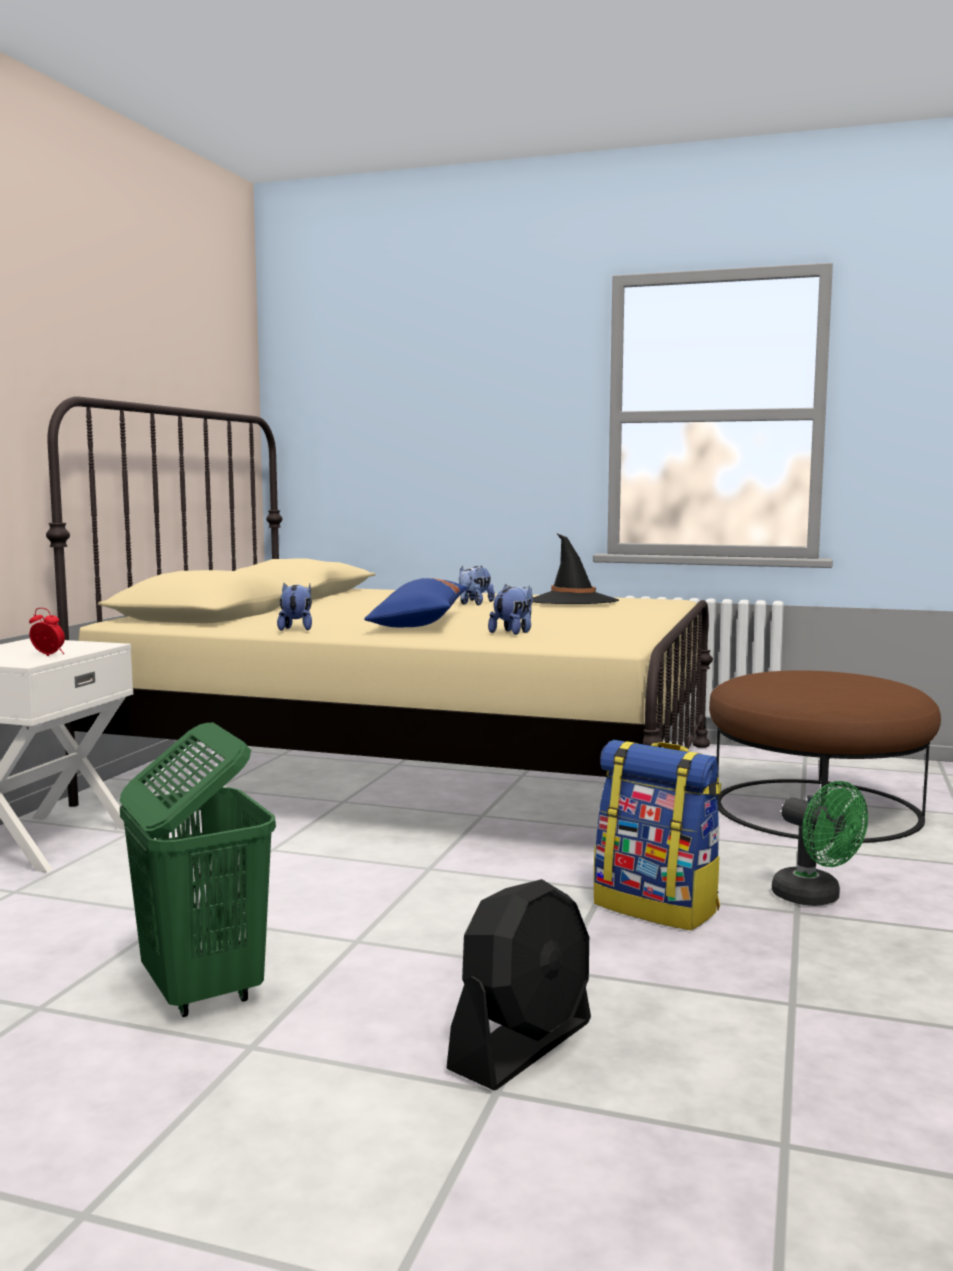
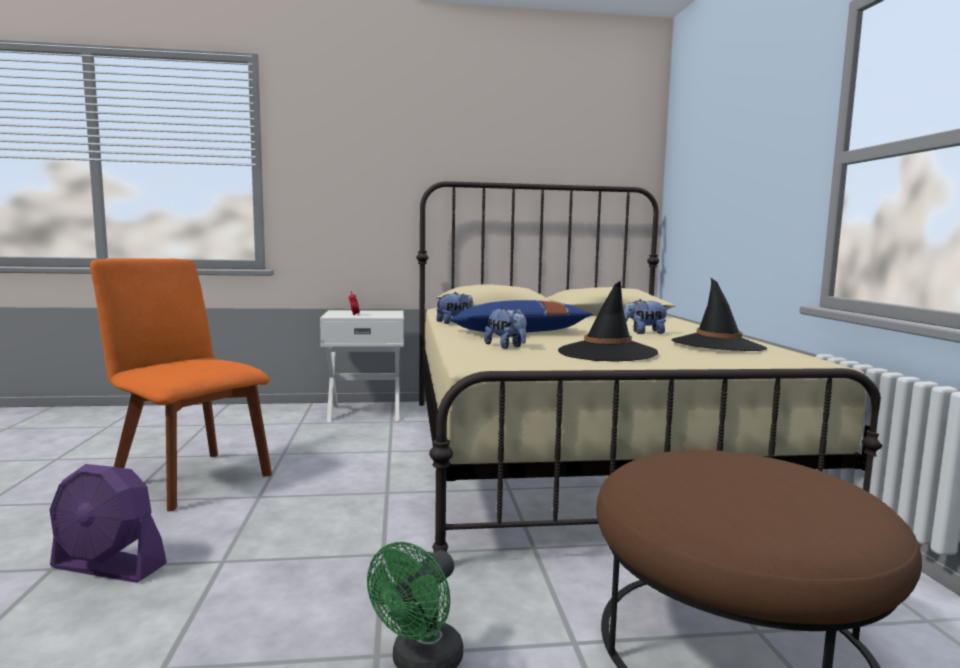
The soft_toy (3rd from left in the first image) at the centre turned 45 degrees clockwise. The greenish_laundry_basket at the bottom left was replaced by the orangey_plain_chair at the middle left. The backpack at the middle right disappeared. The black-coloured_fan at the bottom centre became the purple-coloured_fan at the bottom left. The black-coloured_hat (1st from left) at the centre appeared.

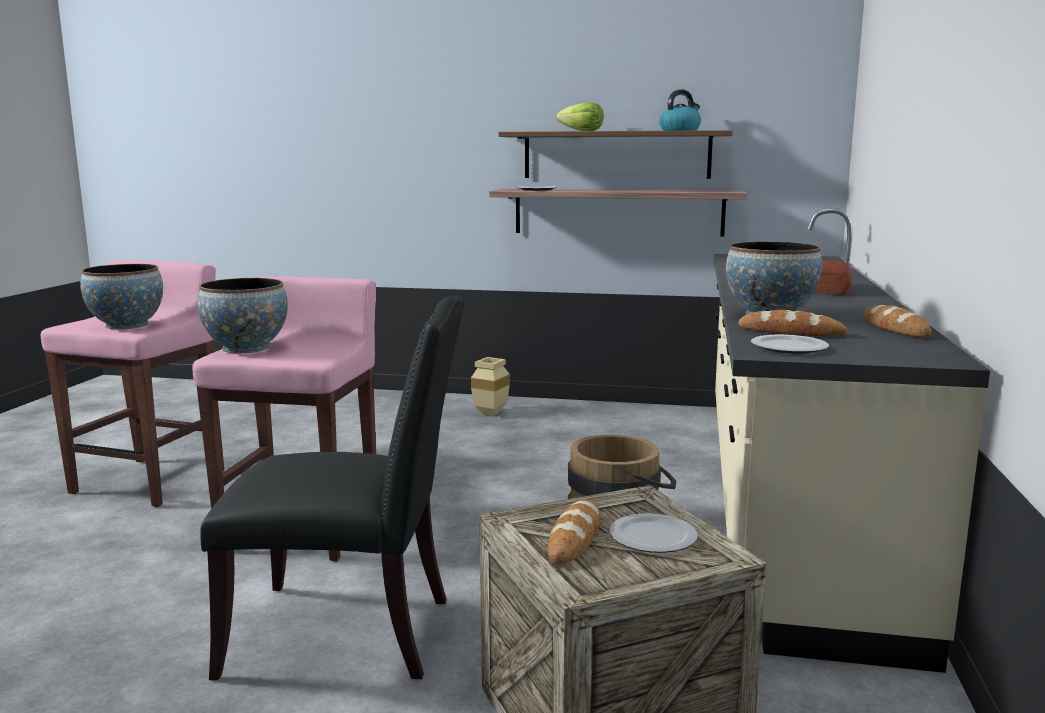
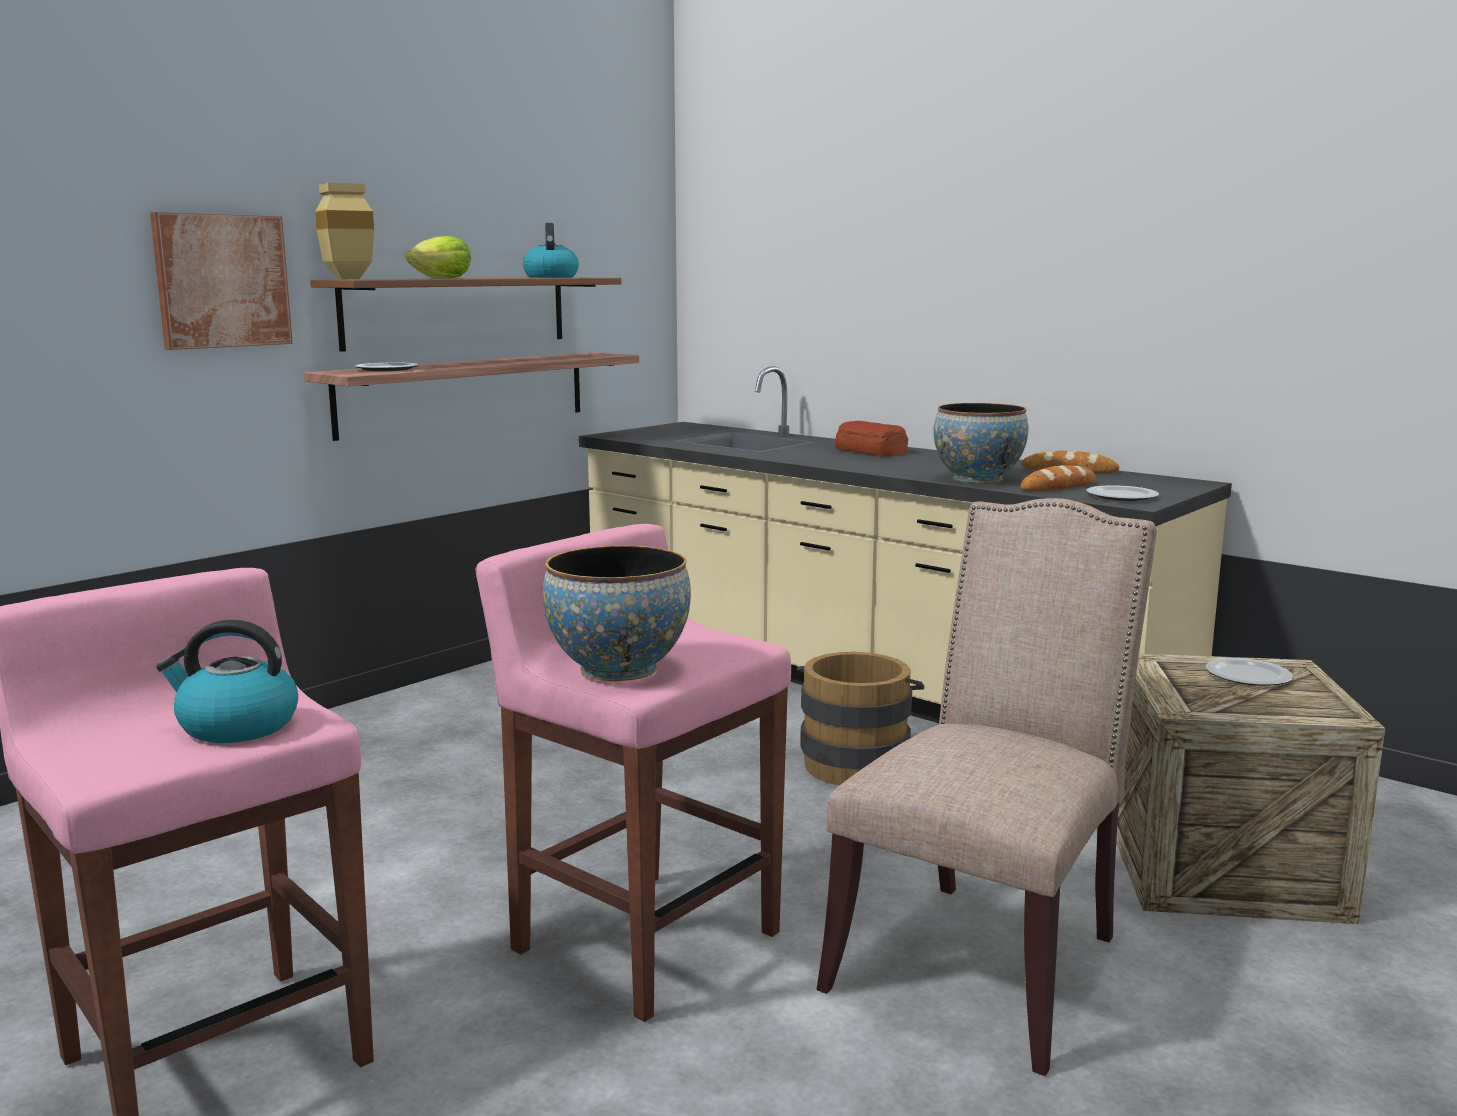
The bowl (1st from left) at the middle left was replaced by the tea_kettle (1st from left) at the middle left. The black-coloured_plain_chair at the bottom left became the beige_plain_chair at the bottom right. The beige_vase moved from the centre to the top left. The bread (1st from left) at the bottom centre disappeared. The picture at the top left appeared.

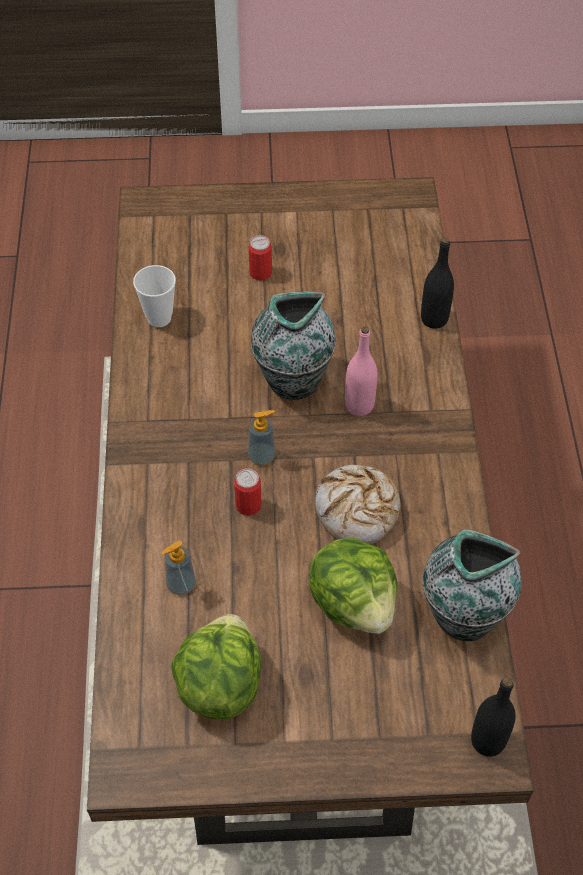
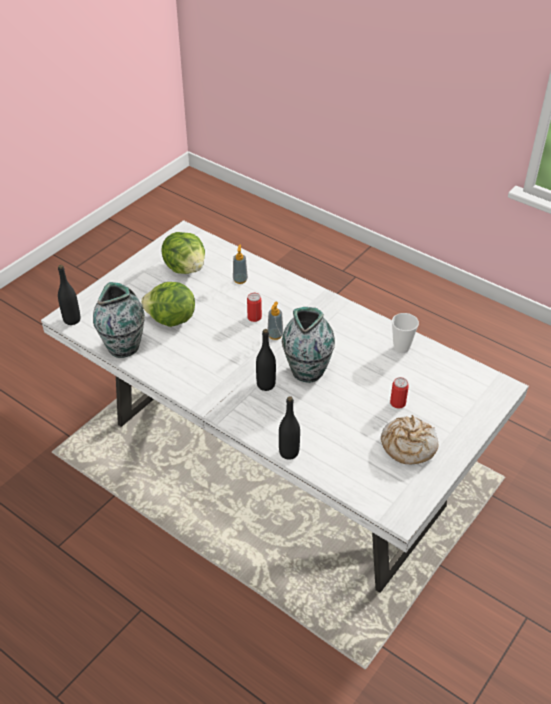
The brown_dinner_table at the centre became the white-coloured_dinner_table at the centre. The pink_beverage_bottle at the centre became the black-coloured_beverage_bottle (2nd from left) at the centre. The bread moved from the centre to the middle right.

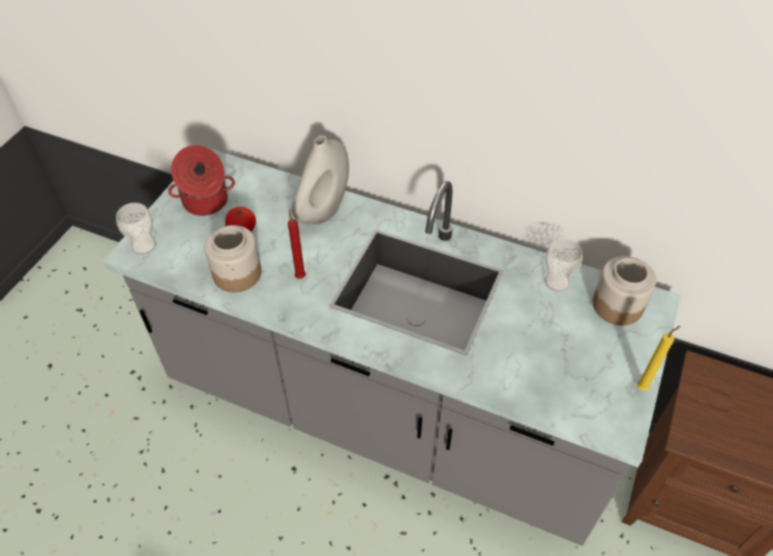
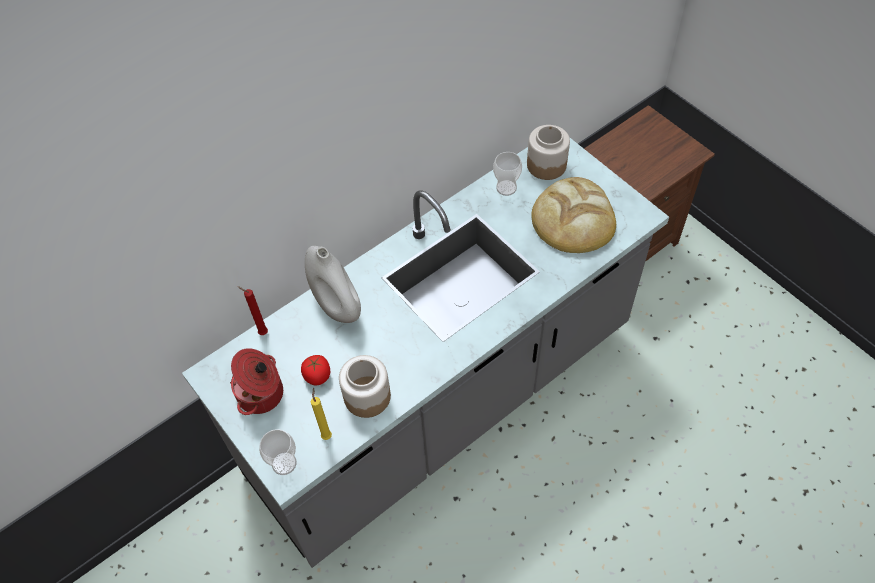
The red_candle moved from the centre to the middle left. The yellow_candle moved from the middle right to the bottom centre. The bread at the centre appeared.

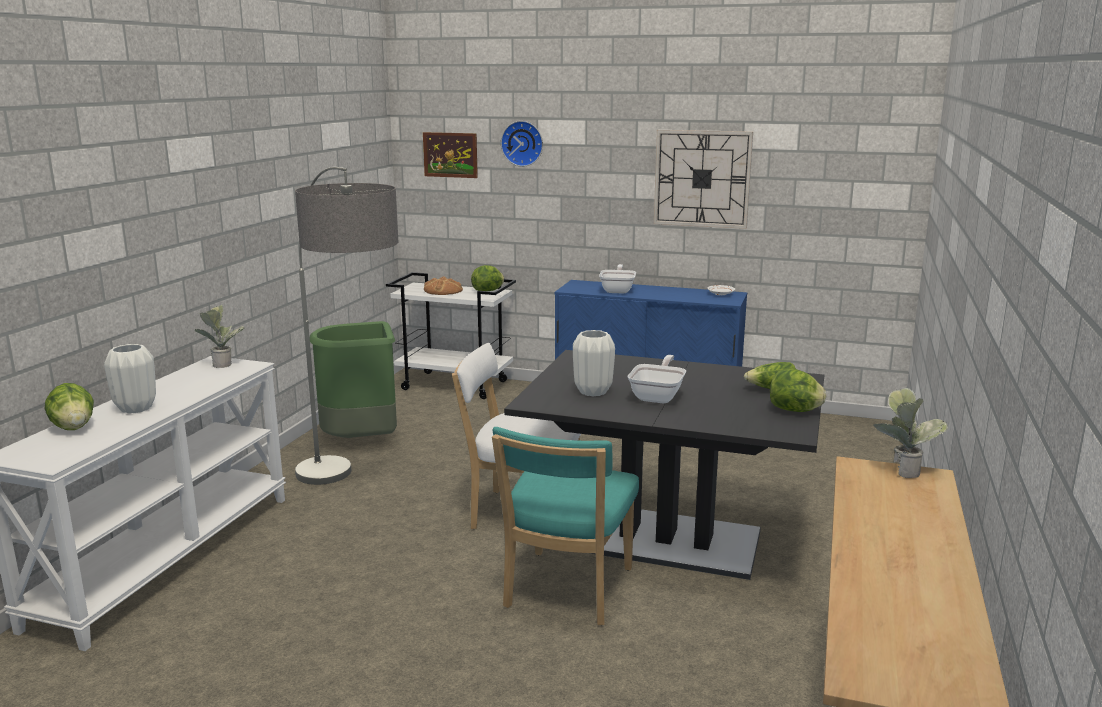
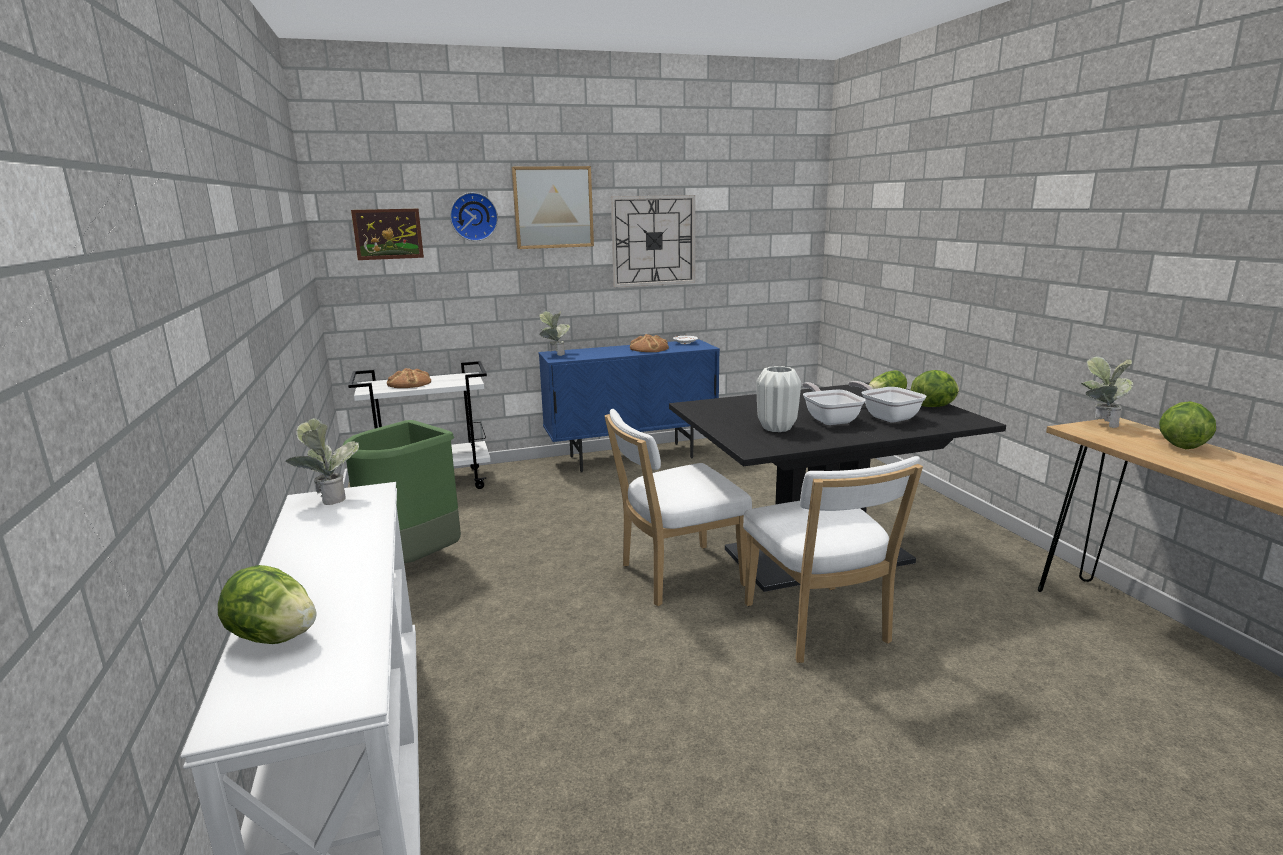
The standard_lamp at the middle left disappeared. The frying_pan (1st from left in the first image) moved from the centre to the middle right. The lettuce (2nd from left in the first image) moved from the centre to the middle right. The white-coloured_vase (1st from left) at the middle left disappeared. The turquoise-coloured_plain_chair at the bottom centre became the white-coloured_plain_chair (2nd from left) at the centre. The picture (2nd from left) at the top centre appeared. The potted_plant (2nd from left) at the centre appeared. The bread (2nd from left) at the centre appeared.

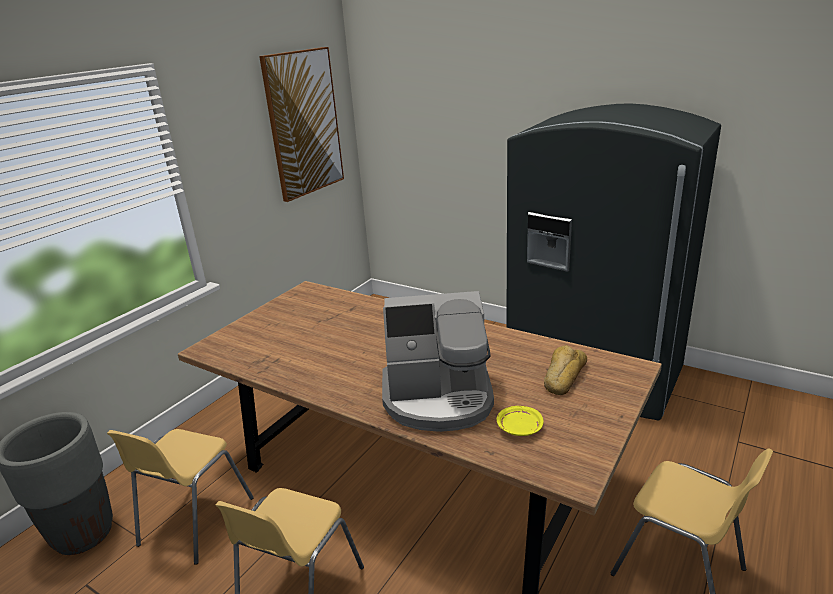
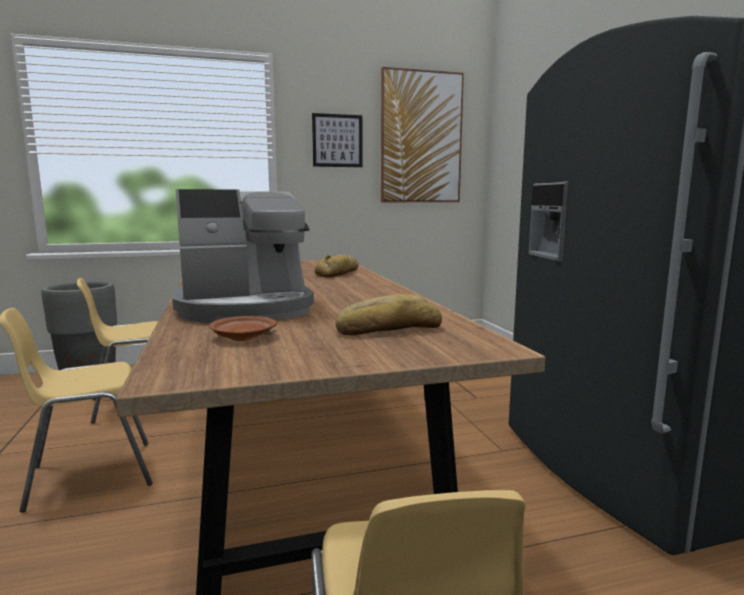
The coffee_brewer at the centre turned 60 degrees counterclockwise. The yellow_plate at the bottom centre became the brown_plate at the middle left. The picture (1st from left) at the top centre appeared. The bread (1st from left) at the centre appeared.

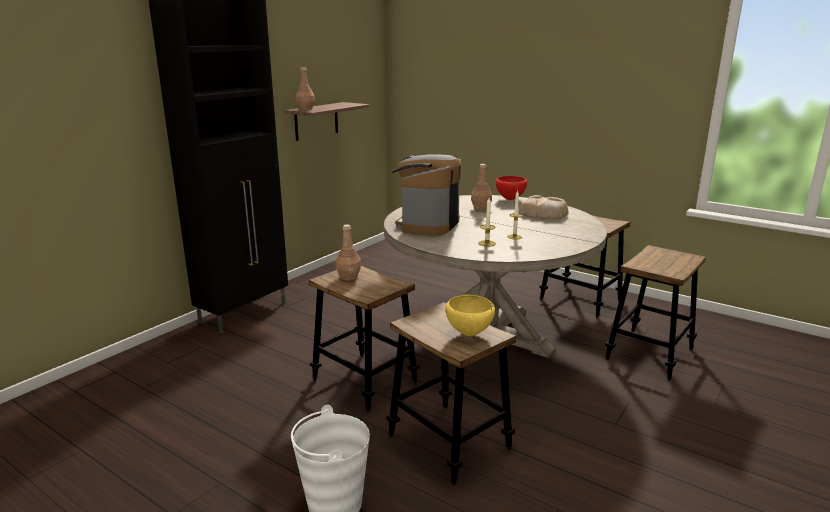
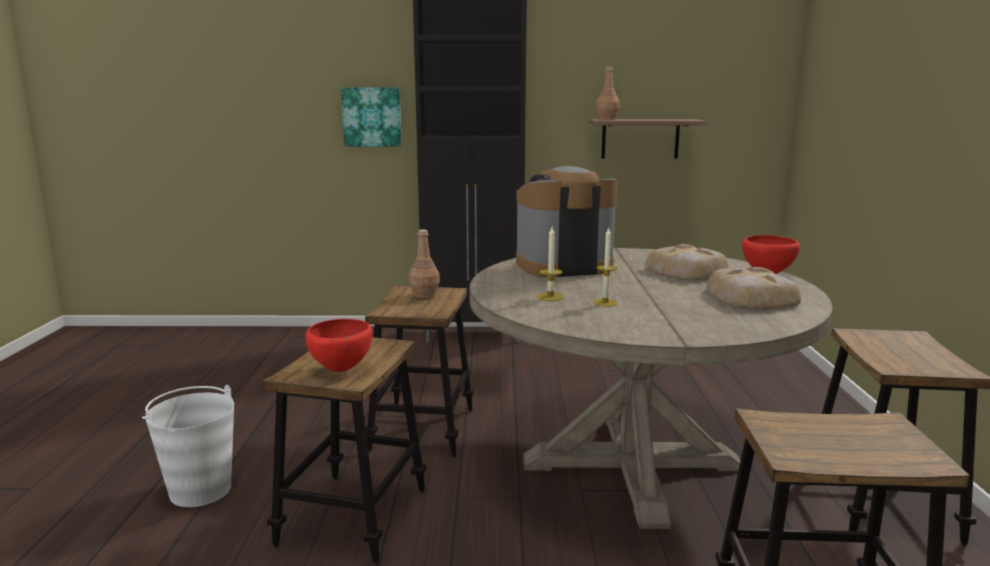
The brown_beverage_bottle (3rd from left) at the centre was replaced by the bread (1st from left) at the middle right. The yellow_bowl at the centre became the red_bowl (1st from left) at the centre. The picture at the top centre appeared.

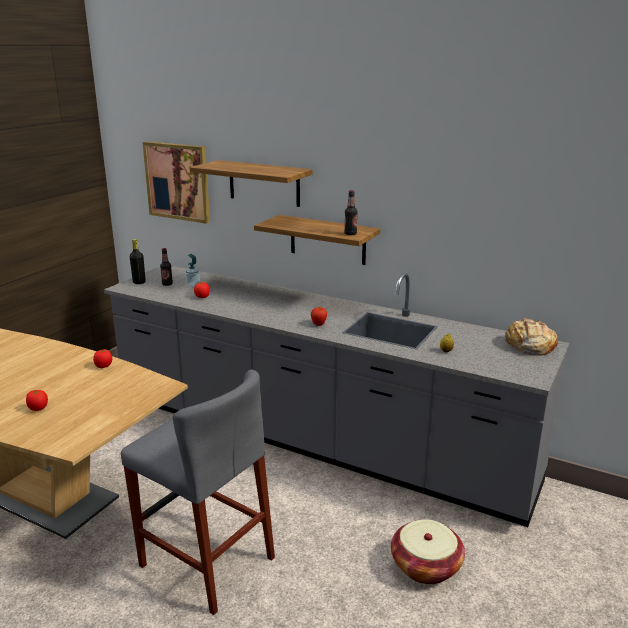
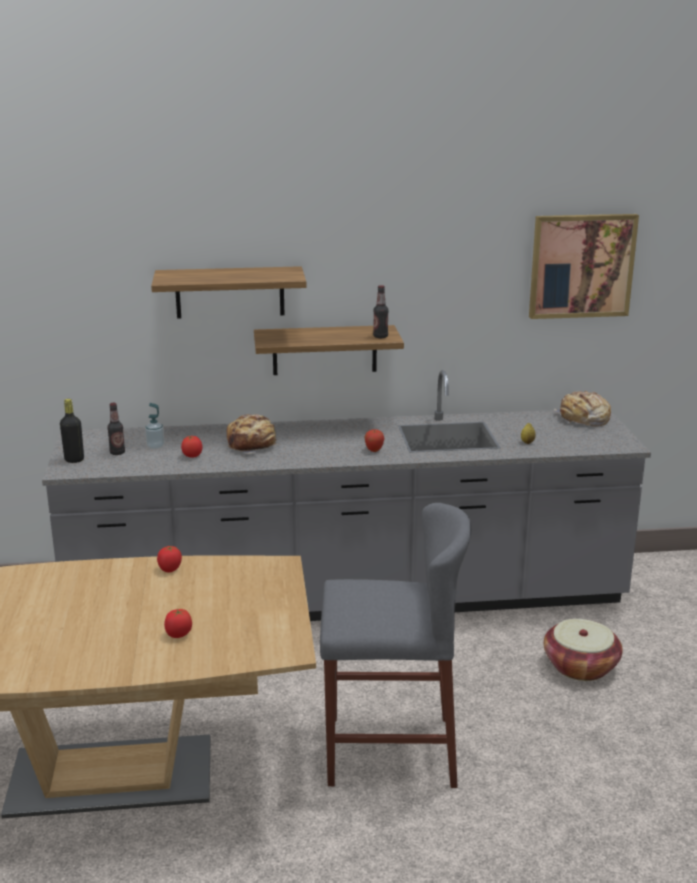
The picture moved from the top left to the top right. The bread (1st from left) at the centre appeared.

